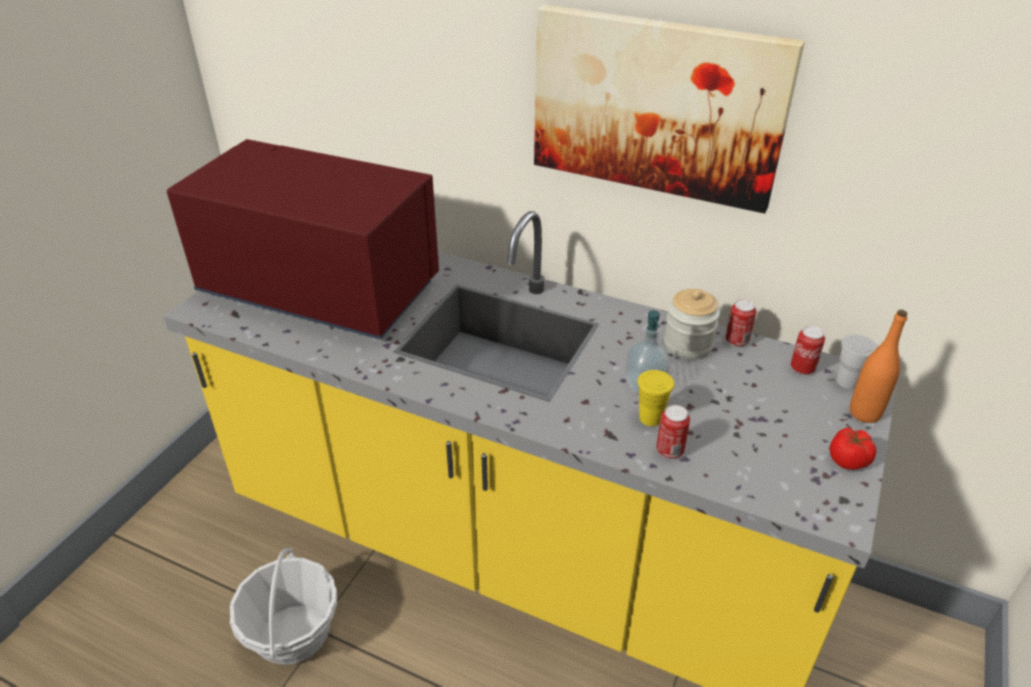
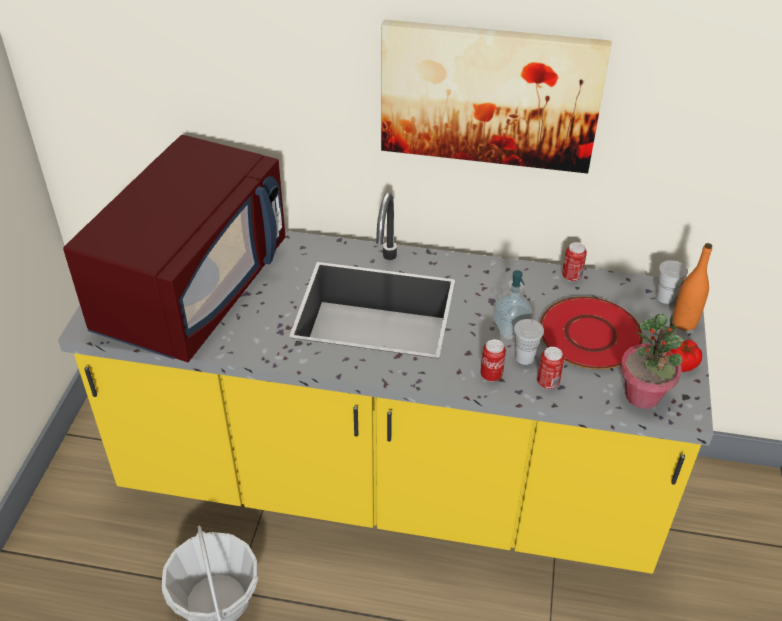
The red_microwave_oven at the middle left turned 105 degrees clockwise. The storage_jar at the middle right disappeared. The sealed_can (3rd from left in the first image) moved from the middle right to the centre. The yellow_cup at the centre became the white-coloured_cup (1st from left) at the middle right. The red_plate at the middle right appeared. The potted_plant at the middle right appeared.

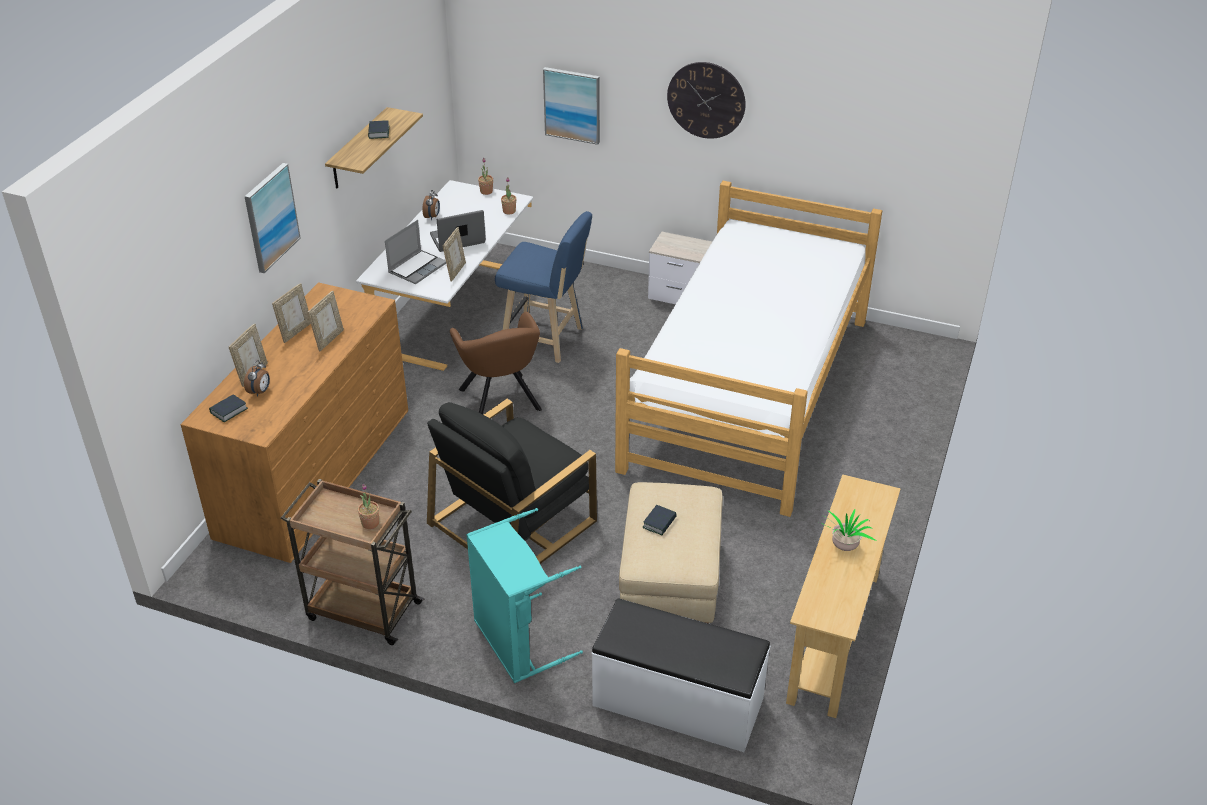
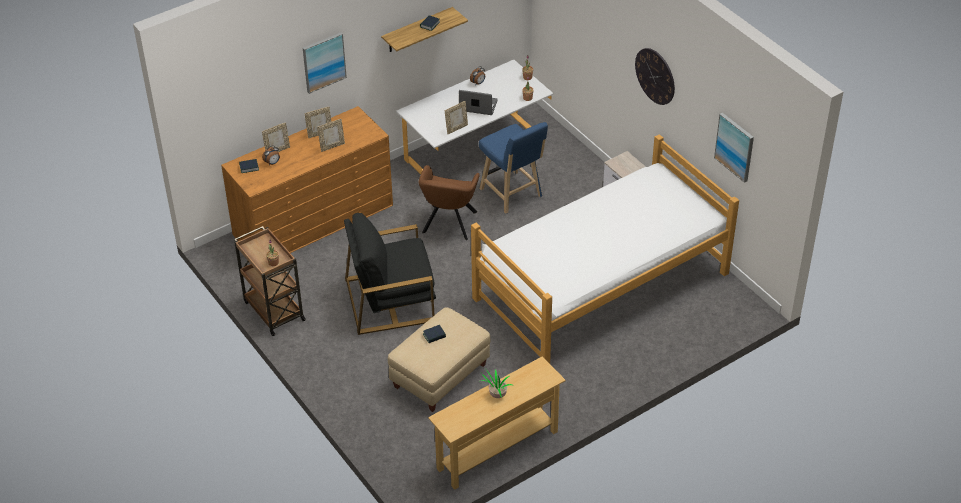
The picture (2nd from left) moved from the top centre to the top right. The laptop (1st from left) at the top centre disappeared. The turquoise-coloured_laundry_basket at the bottom centre disappeared. The white-coloured_bench at the bottom centre disappeared.

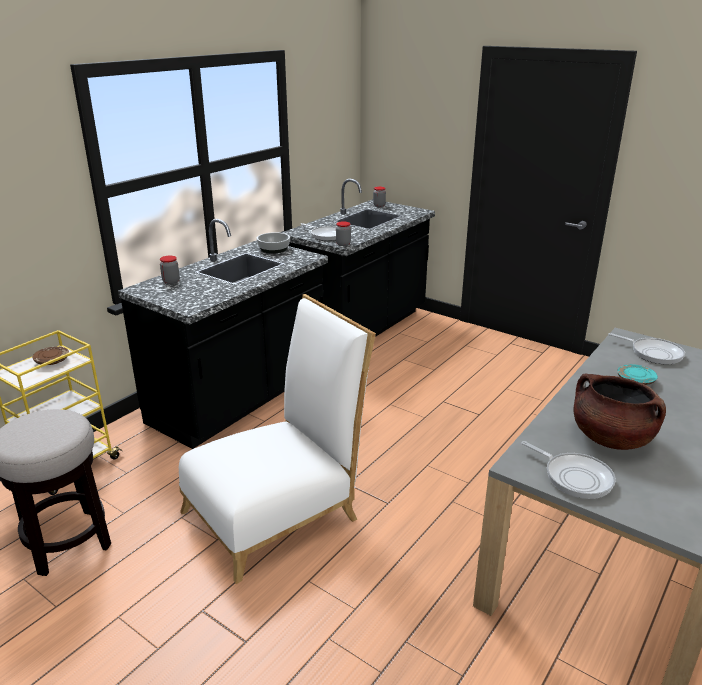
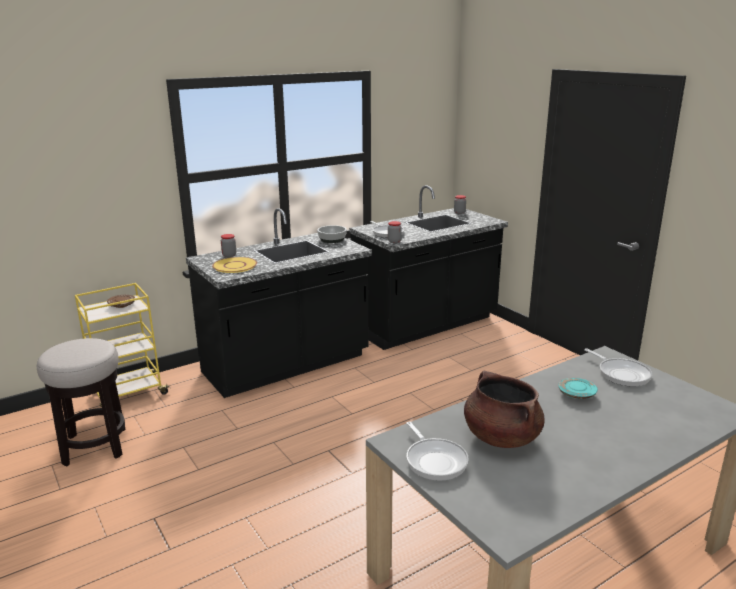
The white-coloured_plain_chair at the centre disappeared. The yellow_plate at the middle left appeared.

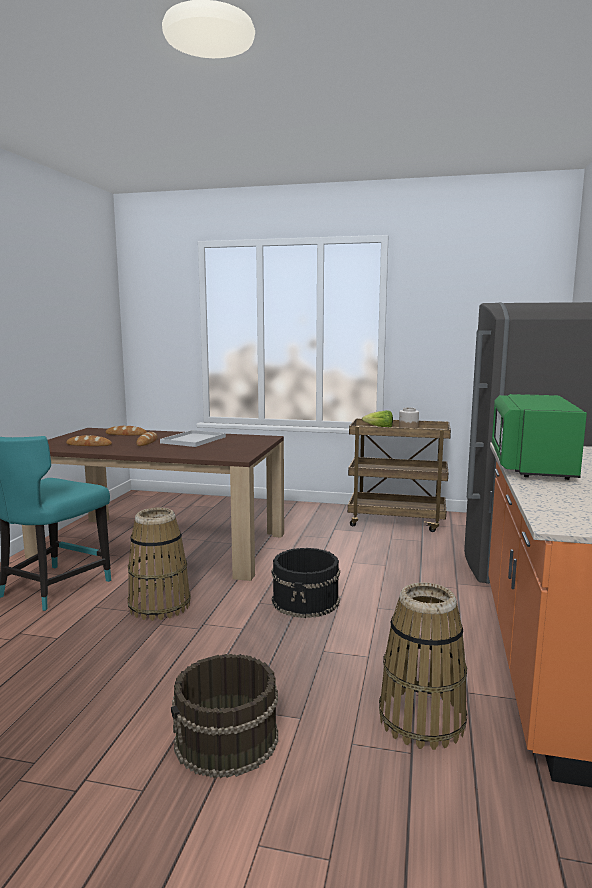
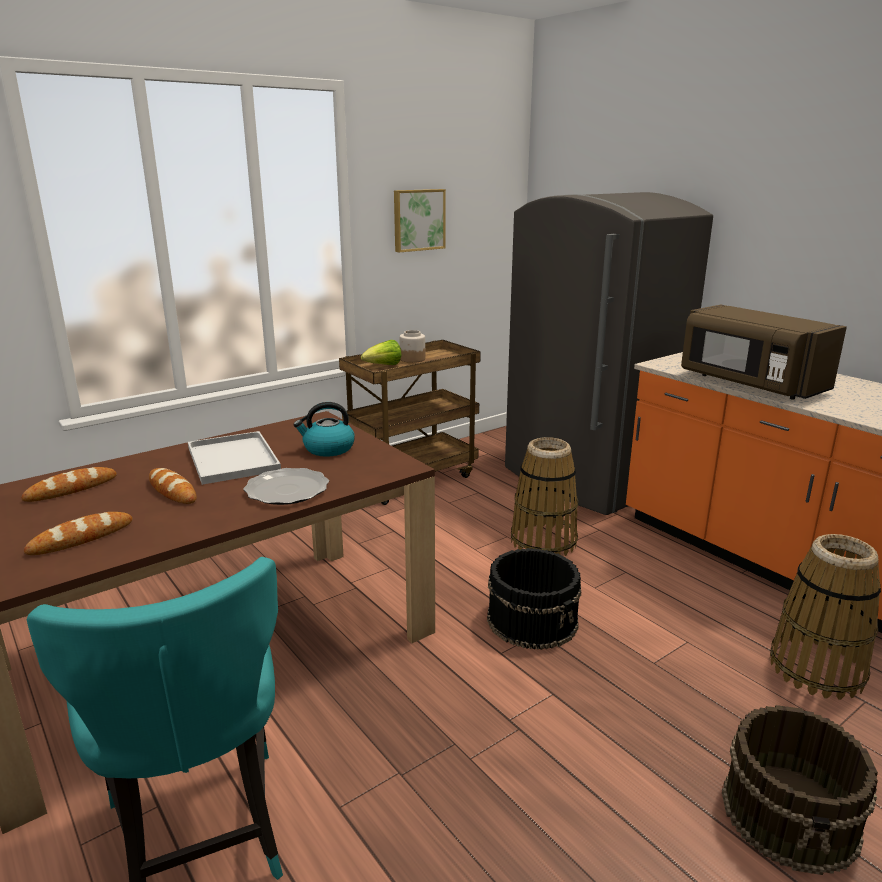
The greenish_microwave_oven at the middle right became the brown_microwave_oven at the middle right. The household_basket (1st from left) moved from the middle left to the centre. The picture at the top centre appeared. The tea_kettle at the centre appeared. The plate at the middle left appeared.

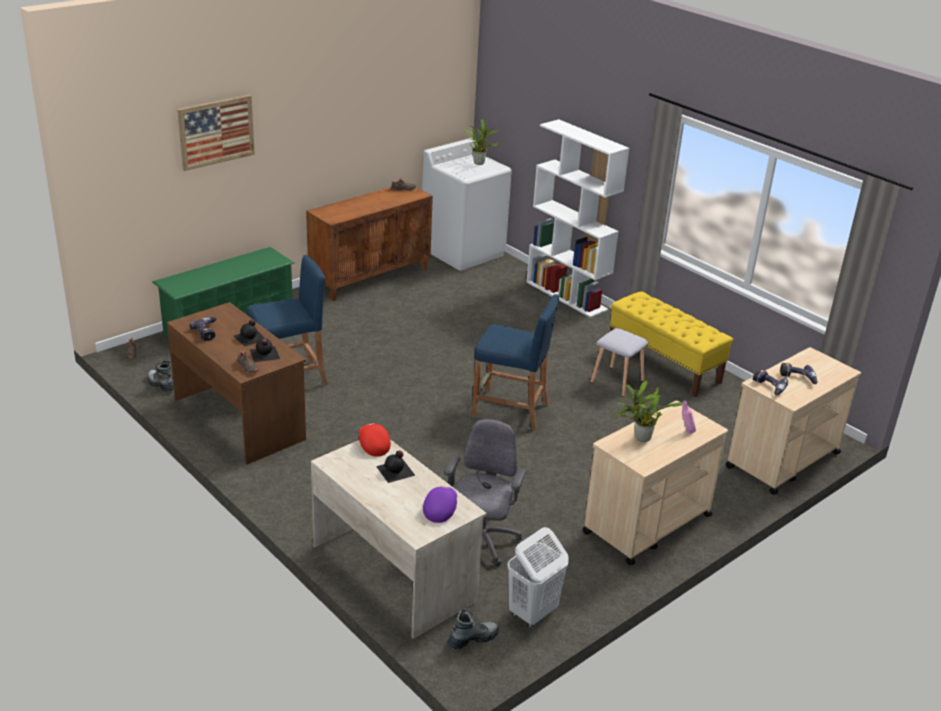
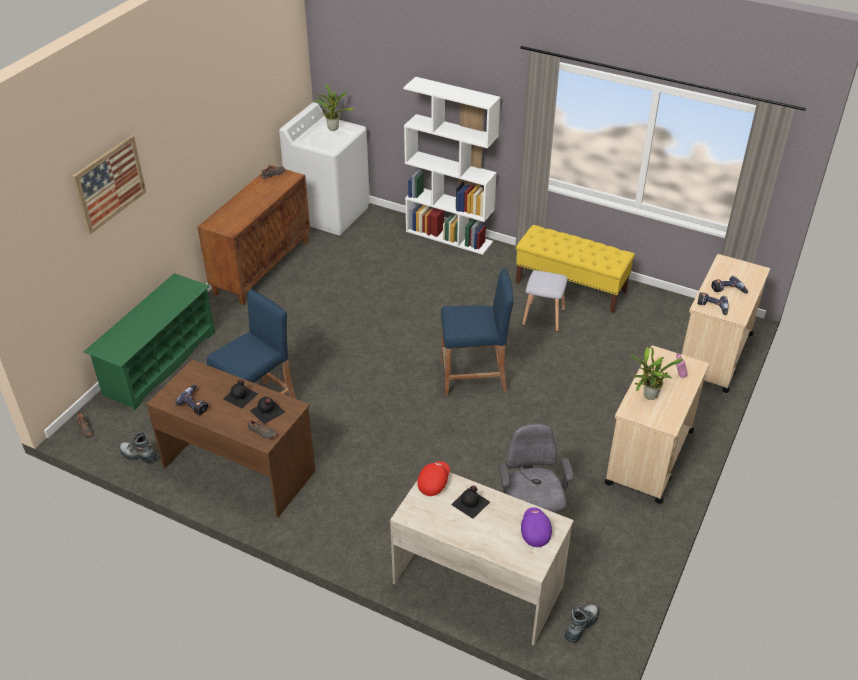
The red_peaked_cap at the centre turned 75 degrees clockwise. The white-coloured_laundry_basket at the bottom centre disappeared.

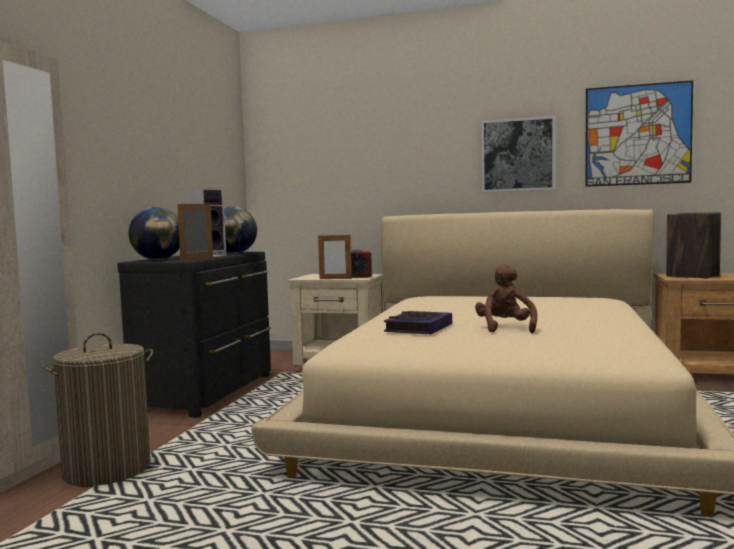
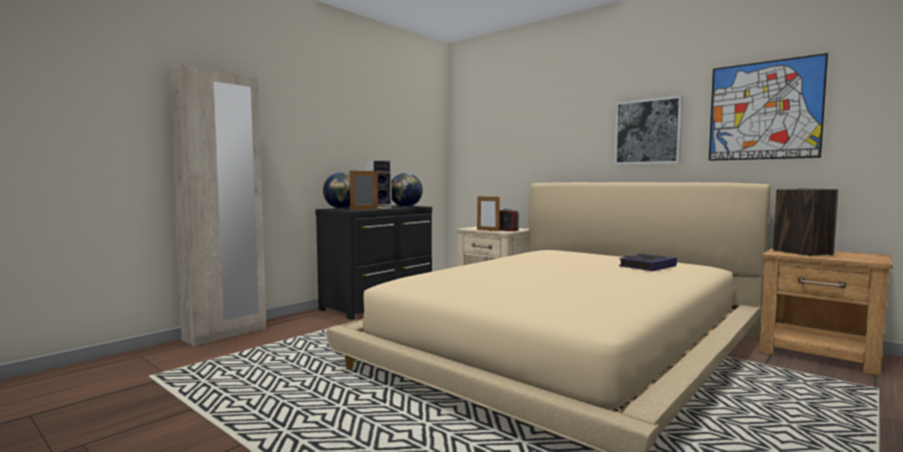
The brown_soft_toy at the middle right disappeared. The bound_book moved from the centre to the middle right. The laundry_basket at the bottom left disappeared.

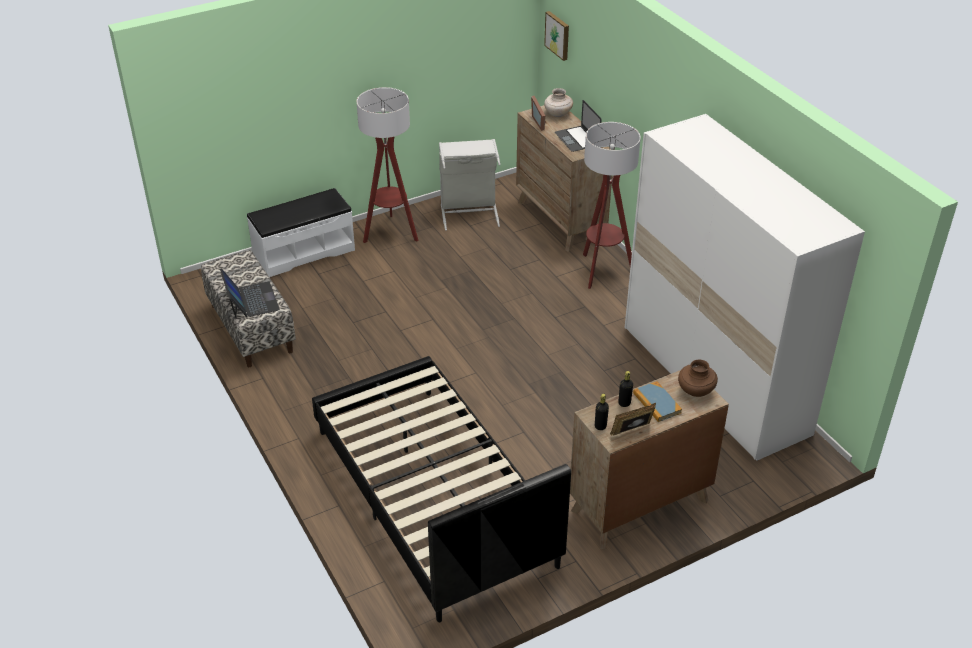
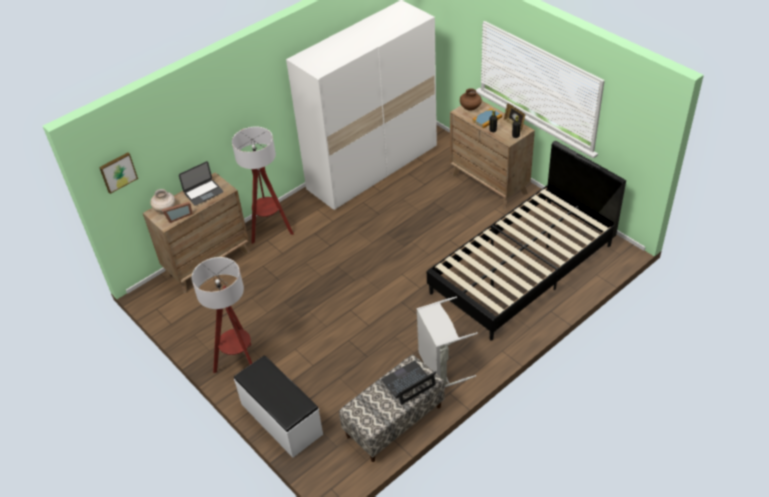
The greyish_laundry_basket moved from the top centre to the bottom centre.

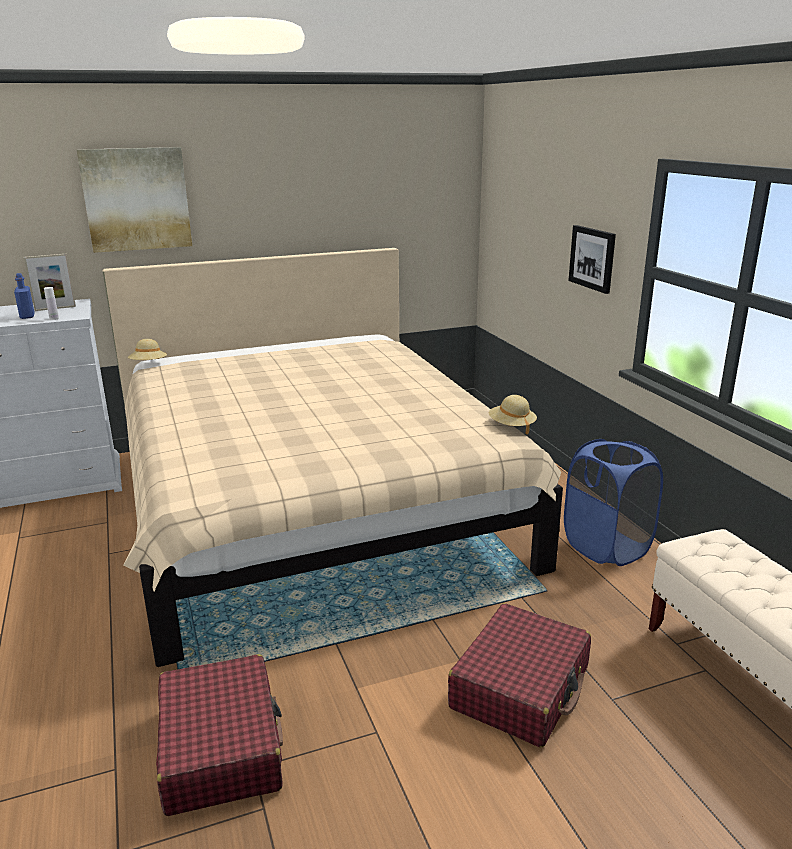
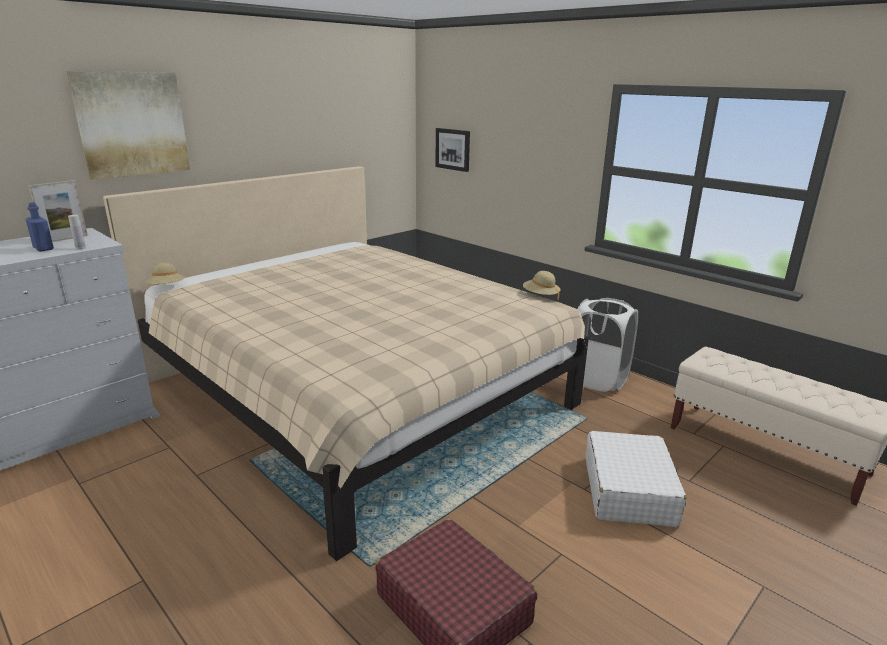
The picture (2nd from left) moved from the top right to the top centre. The bluish_laundry_basket at the middle right became the white-coloured_laundry_basket at the middle right. The red_suitcase (2nd from left) at the bottom centre became the white-coloured_suitcase at the bottom right.

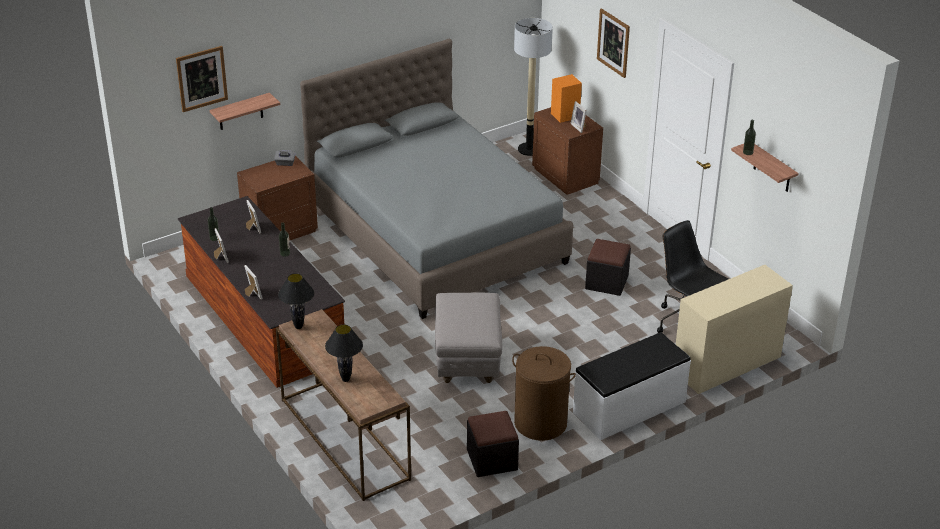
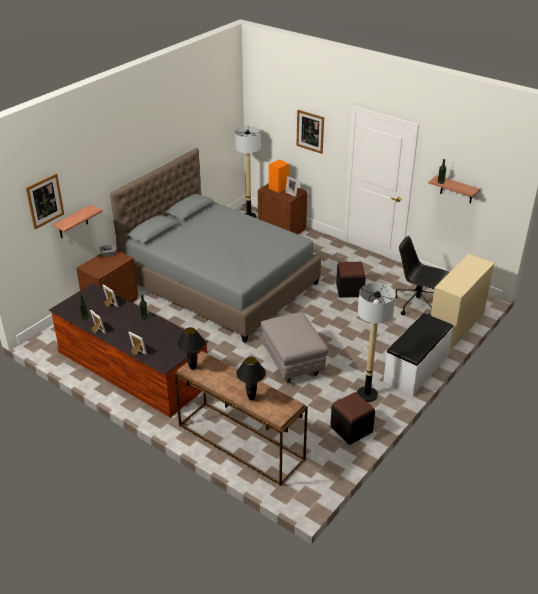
The brown_laundry_basket at the bottom centre was replaced by the standard_lamp (2nd from left) at the middle right.

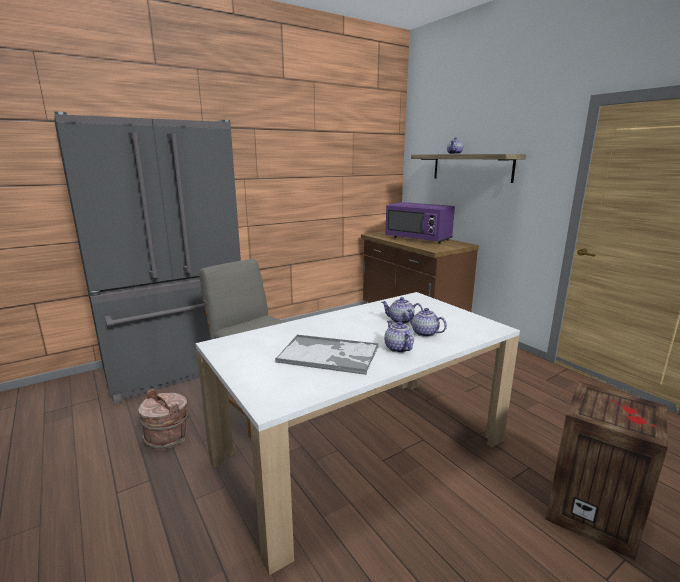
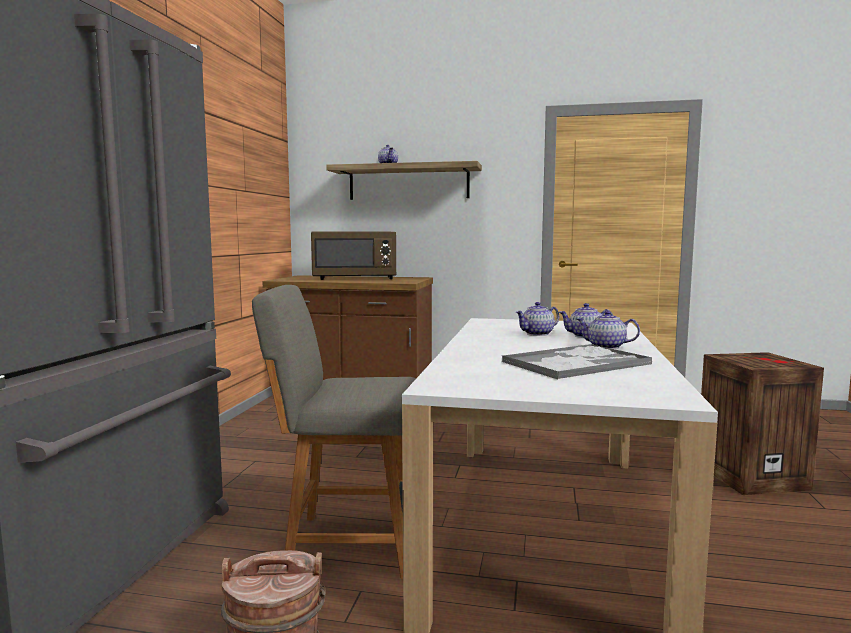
The purple-coloured_microwave_oven at the centre became the brown_microwave_oven at the centre.

